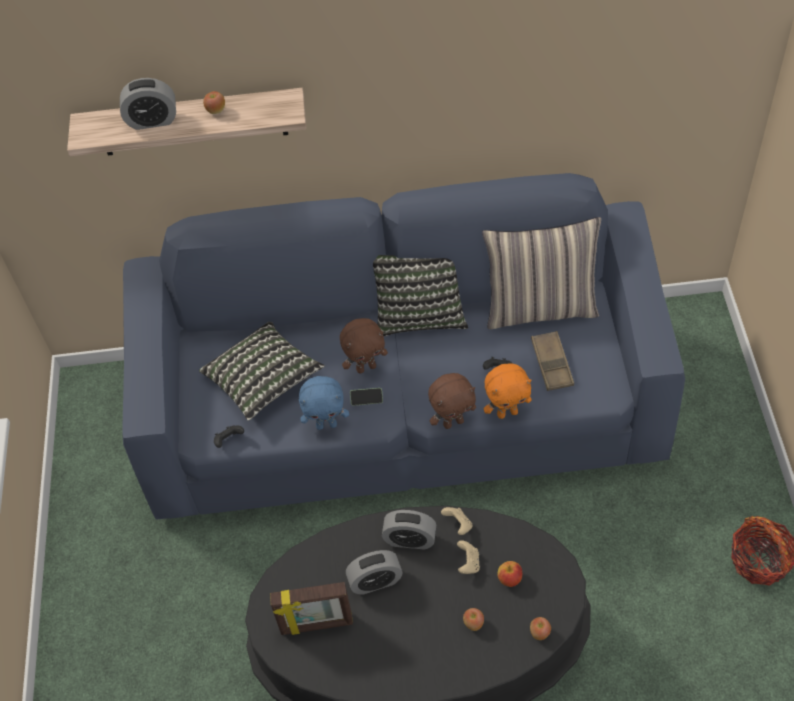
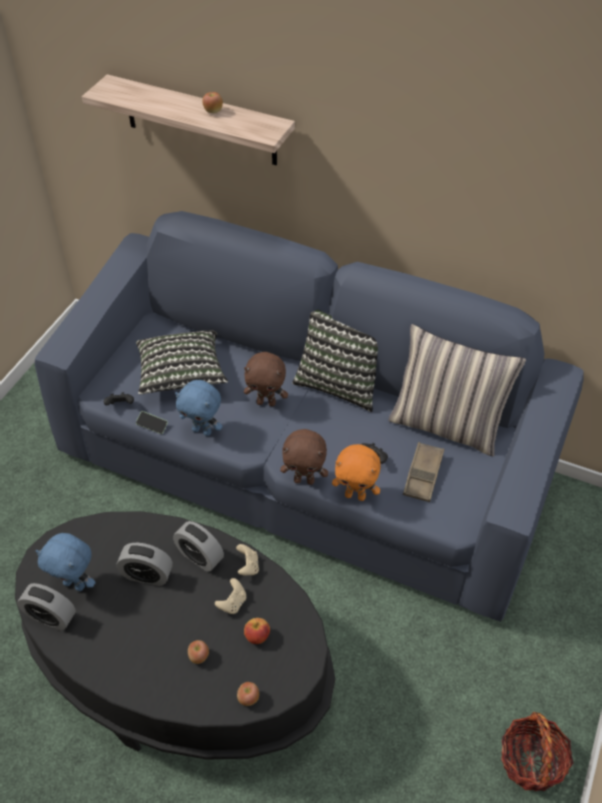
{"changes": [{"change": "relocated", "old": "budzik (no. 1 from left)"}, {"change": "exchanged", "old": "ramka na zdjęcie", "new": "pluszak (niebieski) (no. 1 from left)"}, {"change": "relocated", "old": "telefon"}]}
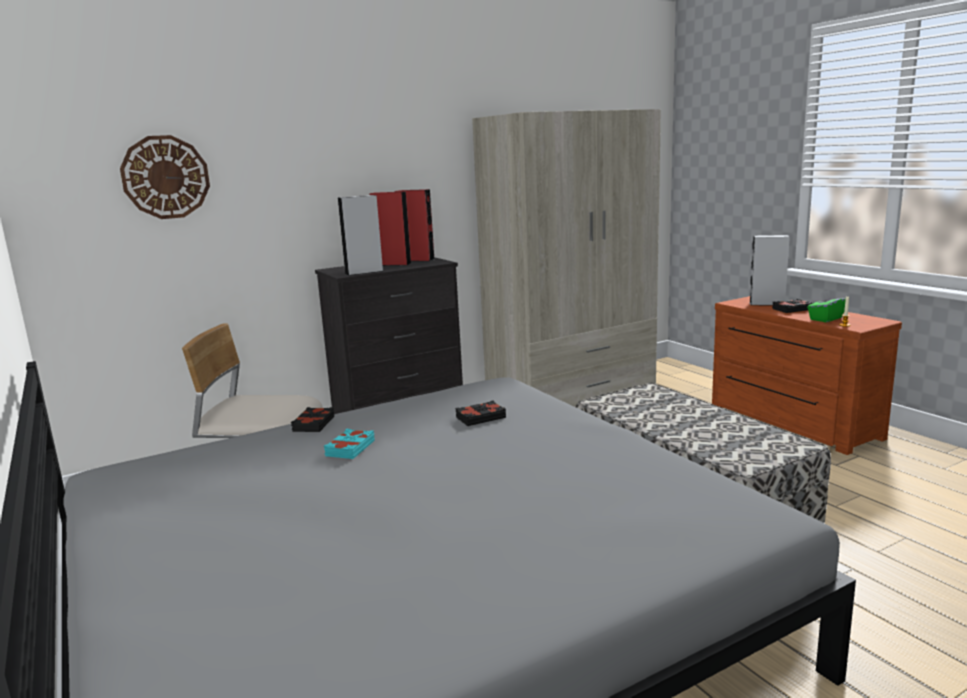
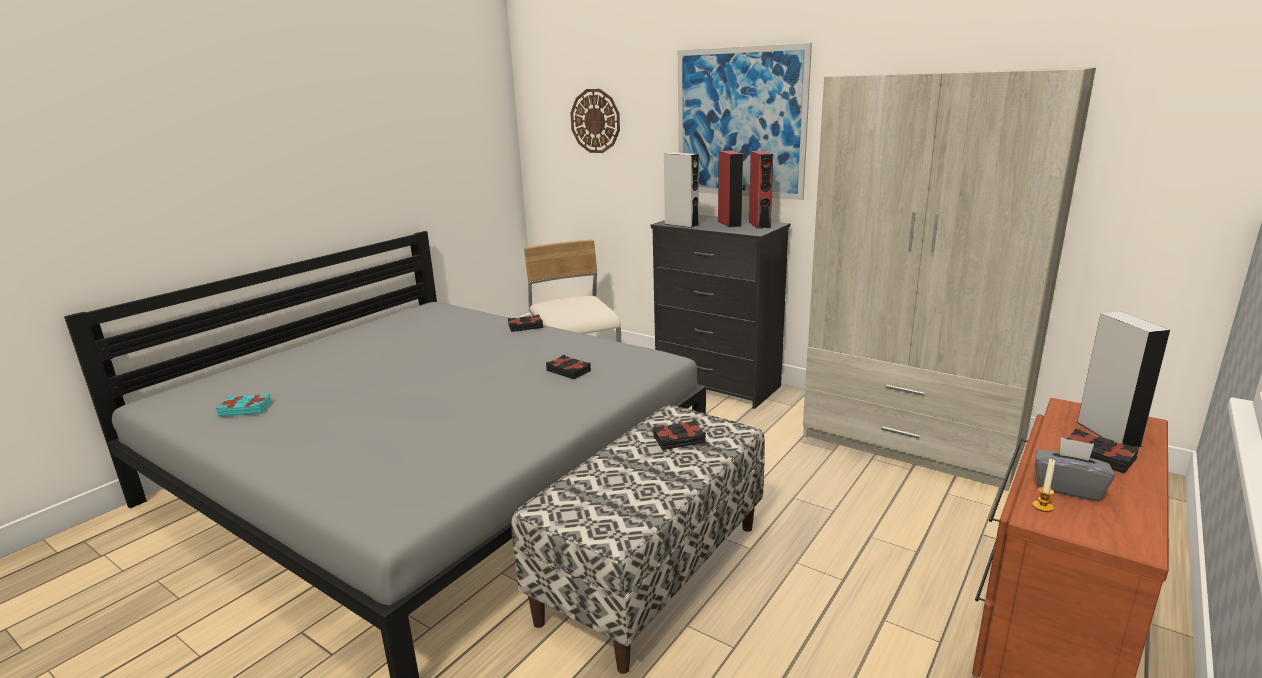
{"changes": [{"change": "relocated", "old": "książka (turkusowy)"}, {"change": "appeared", "new": "książka (czarny) (no. 3 from left)"}, {"change": "appeared", "new": "obraz"}, {"change": "colour", "old": "pudełko chusteczek (zielony)", "new": "pudełko chusteczek (szary)"}]}
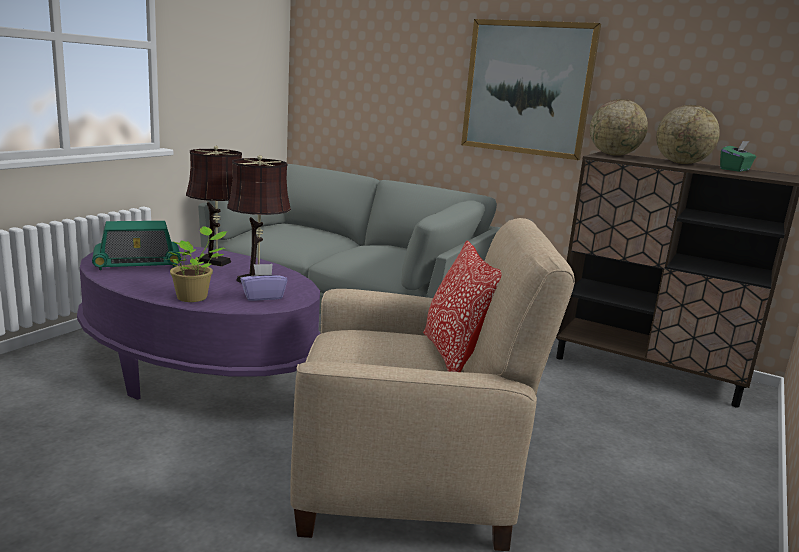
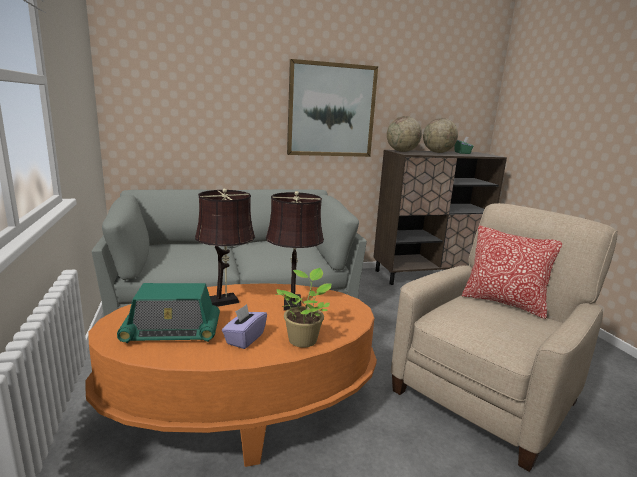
{"changes": [{"change": "colour", "old": "ława (fioletowy)", "new": "ława (pomarańczowy)"}, {"change": "spun", "old": "radio", "degrees": 60}, {"change": "relocated", "old": "pudełko chusteczek (fioletowy)"}]}
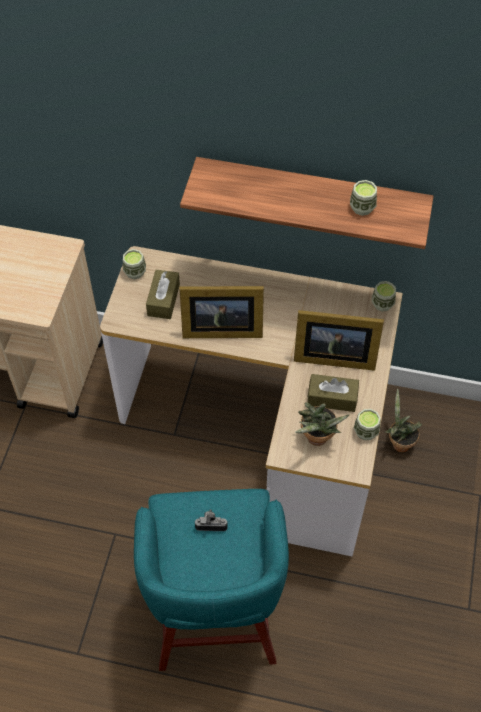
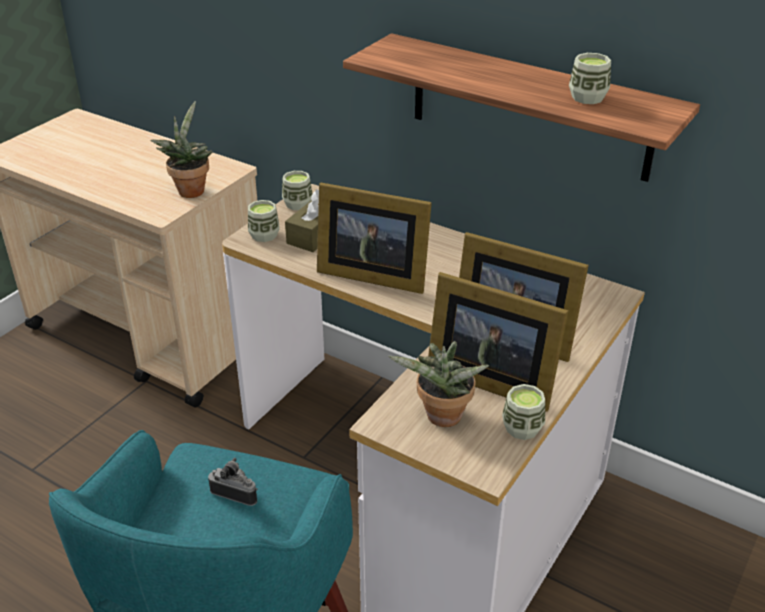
{"changes": [{"change": "relocated", "old": "roślina doniczkowa (no. 2 from left in the first image)", "new": "roślina doniczkowa (no. 1 from left)"}, {"change": "relocated", "old": "filiżanka (no. 4 from left in the first image)", "new": "filiżanka (no. 1 from left)"}, {"change": "exchanged", "old": "pudełko chusteczek (brązowy) (no. 2 from left)", "new": "ramka na zdjęcie (no. 2 from left)"}]}
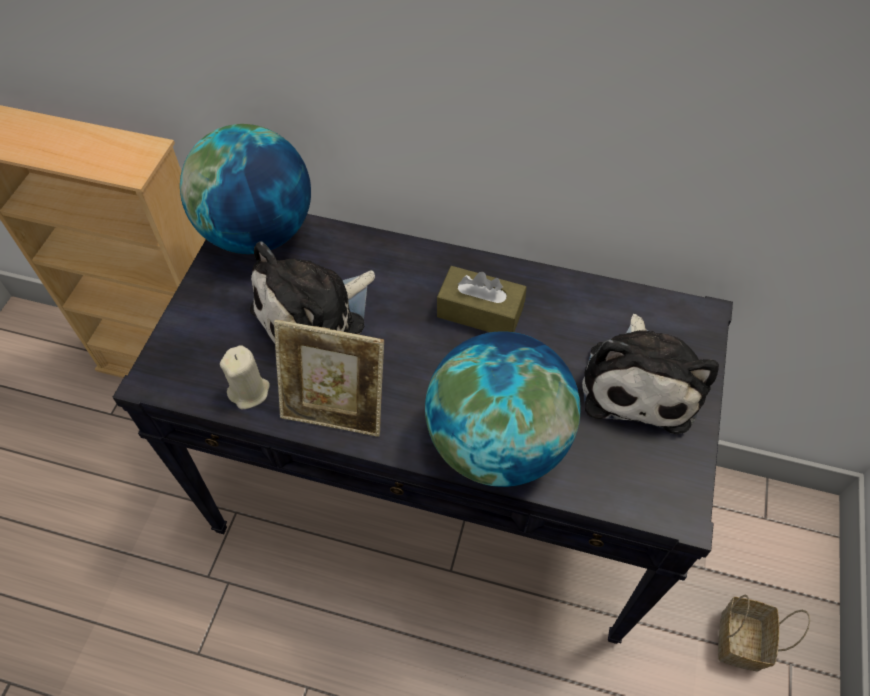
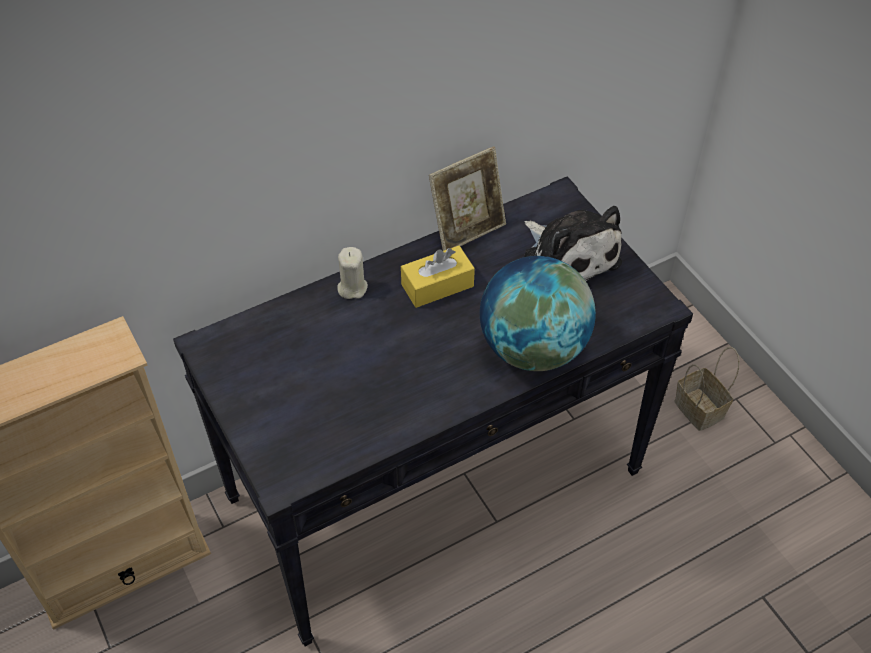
{"changes": [{"change": "relocated", "old": "świeca (beżowy)"}, {"change": "colour", "old": "pudełko chusteczek (brązowy)", "new": "pudełko chusteczek (żółty)"}, {"change": "relocated", "old": "ramka na zdjęcie"}, {"change": "missing", "old": "globus (no. 1 from left)"}, {"change": "missing", "old": "pluszak (no. 1 from left)"}]}
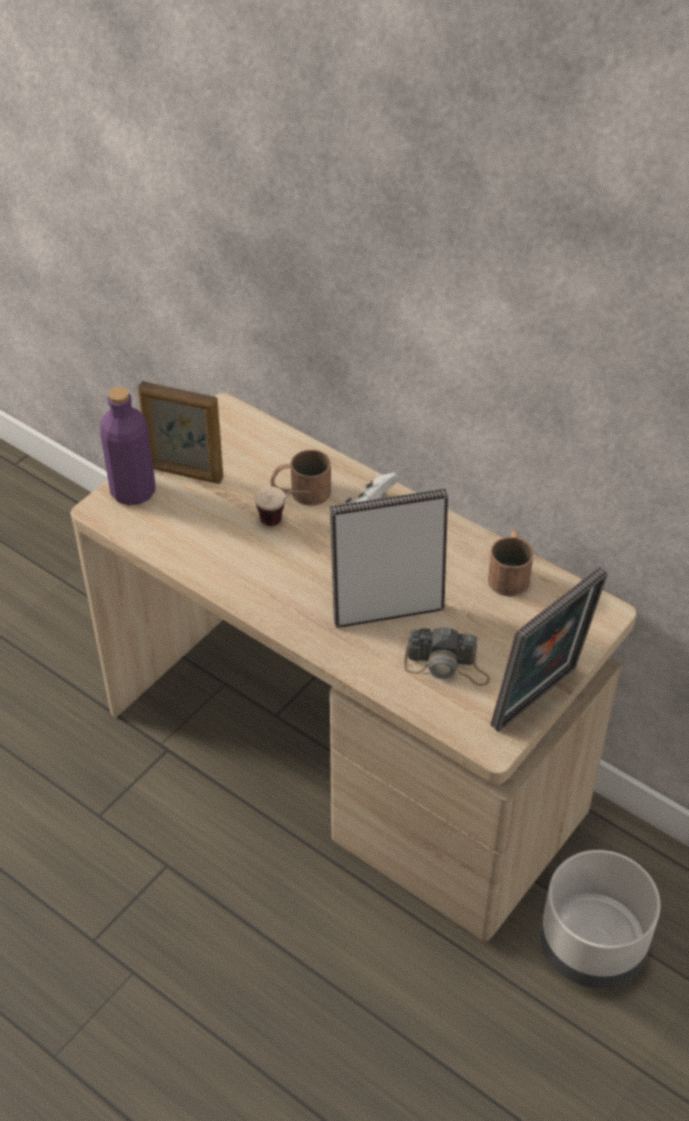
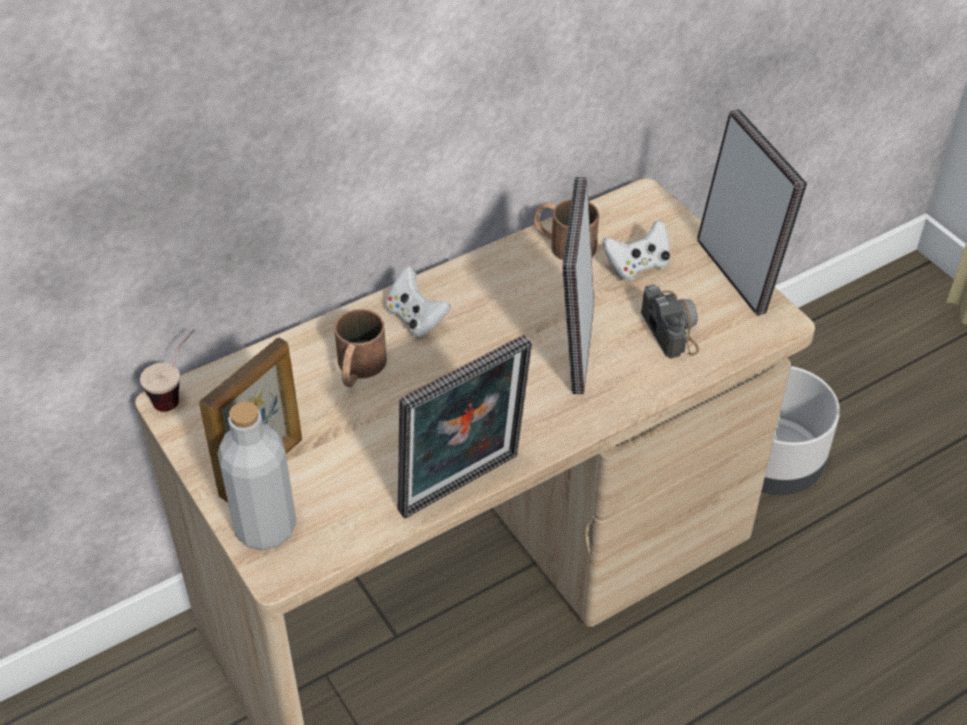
{"changes": [{"change": "relocated", "old": "filiżanka"}, {"change": "colour", "old": "butelka (fioletowy)", "new": "butelka (szary)"}, {"change": "appeared", "new": "ramka na zdjęcie (no. 2 from left)"}, {"change": "appeared", "new": "pad do gier (biały) (no. 2 from left)"}, {"change": "spun", "old": "aparat fotograficzny", "degrees": -45}]}
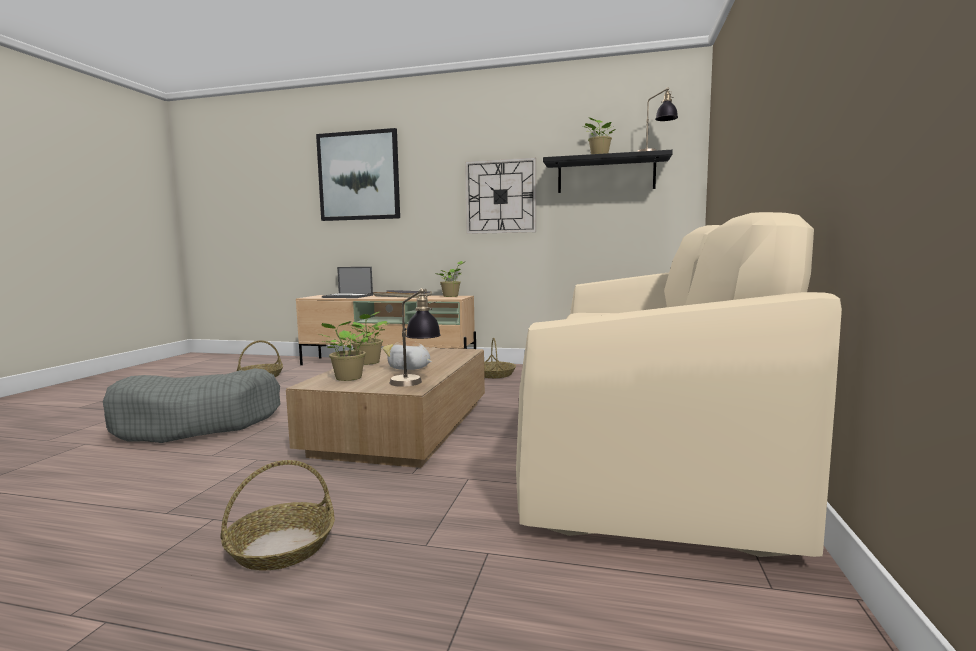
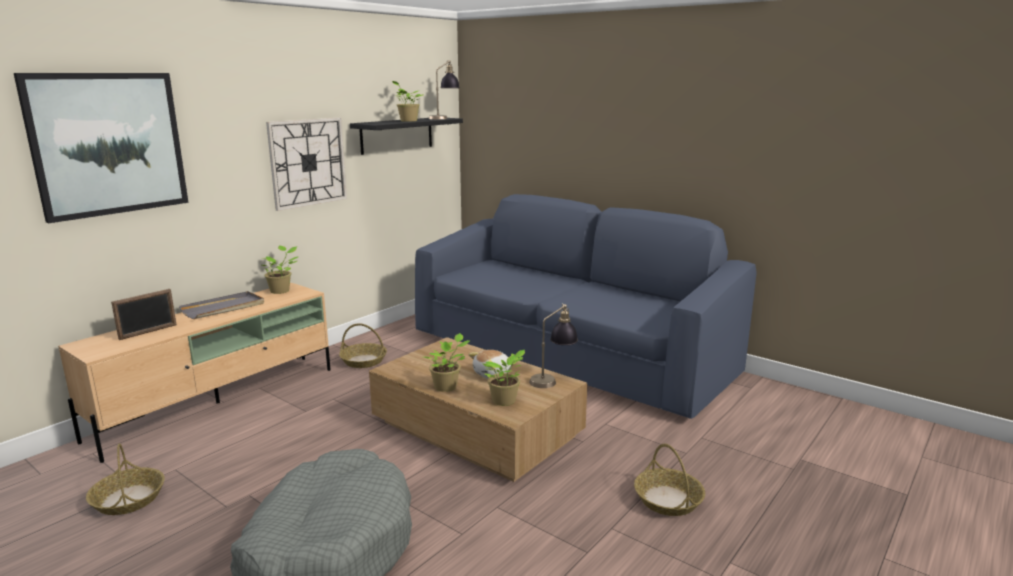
{"changes": [{"change": "exchanged", "old": "laptop", "new": "ramka na zdjęcie"}, {"change": "colour", "old": "kanapa (beżowy)", "new": "kanapa (niebieski)"}]}
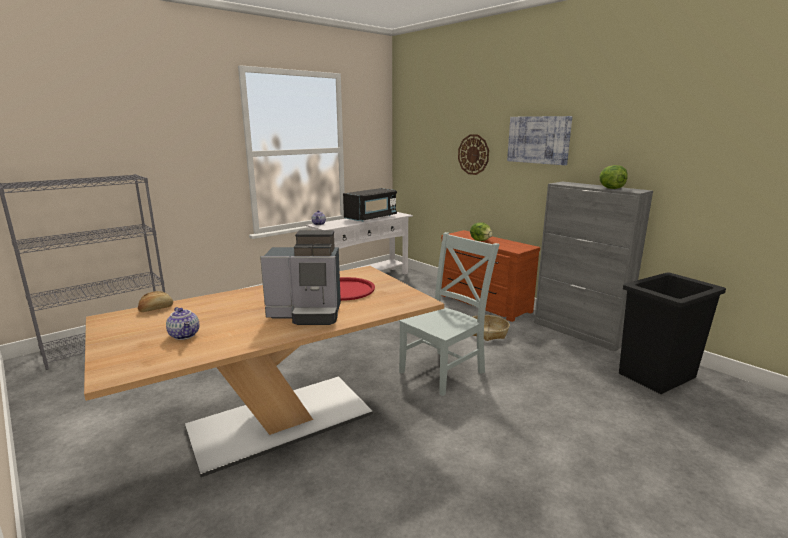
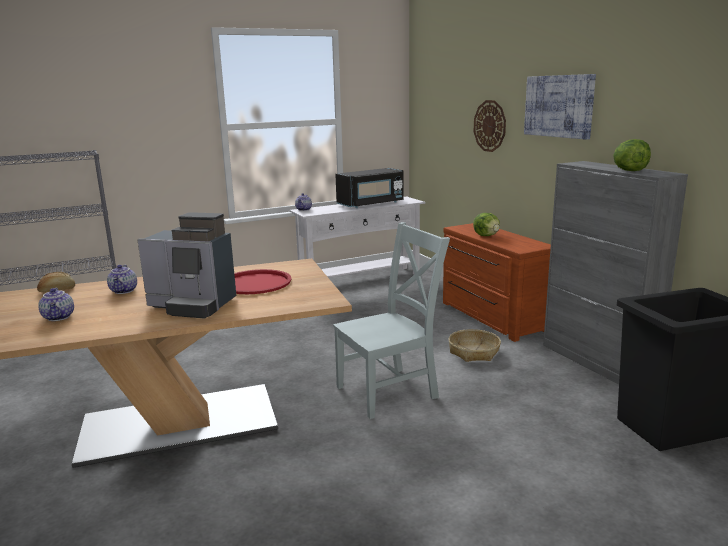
{"changes": [{"change": "appeared", "new": "imbryk (no. 2 from left)"}]}
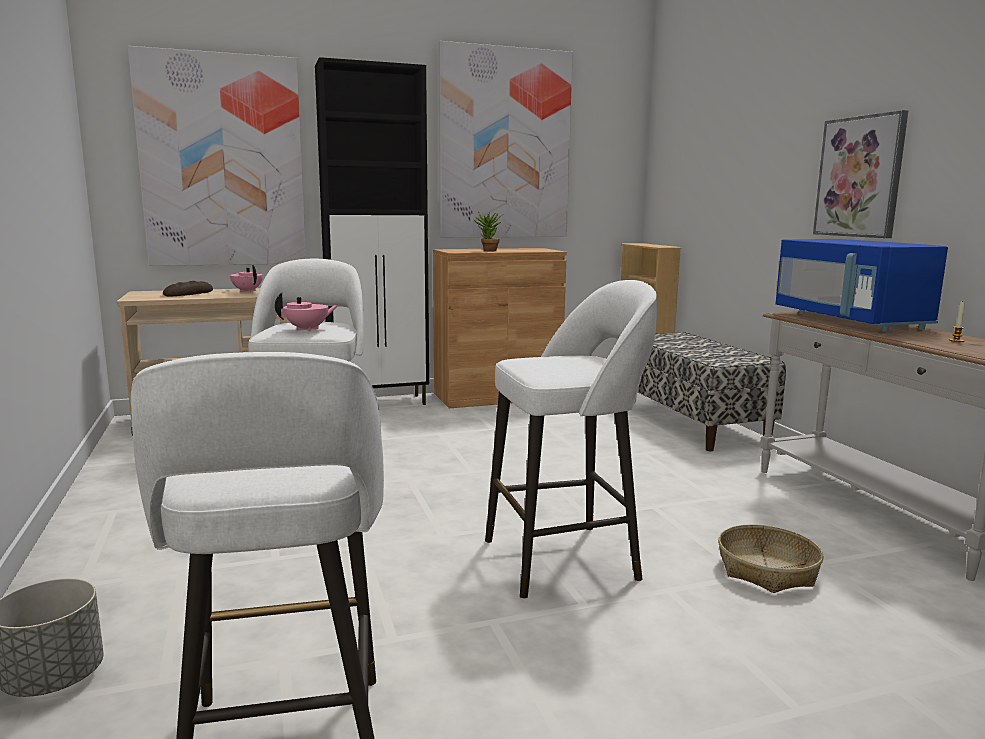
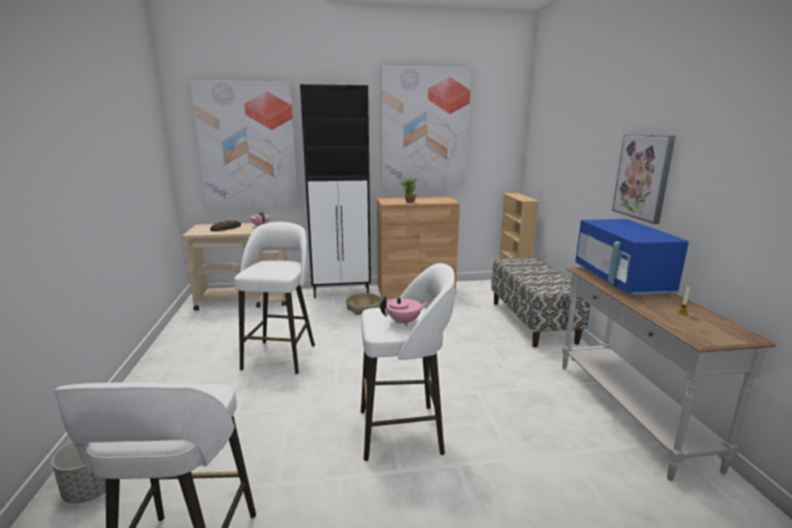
{"changes": [{"change": "relocated", "old": "koszyk"}, {"change": "relocated", "old": "imbryk (różowy) (no. 2 from left)"}]}
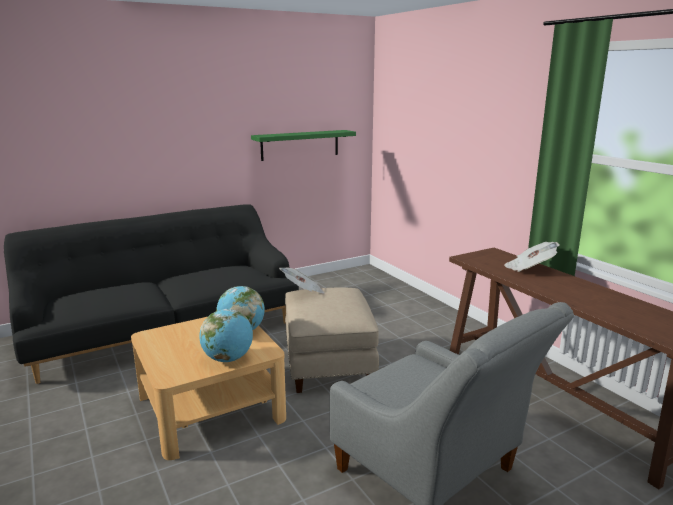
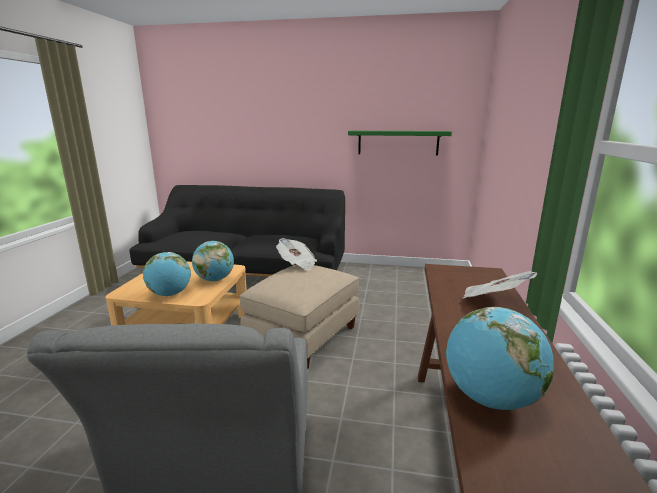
{"changes": [{"change": "appeared", "new": "globus (no. 3 from left)"}]}
